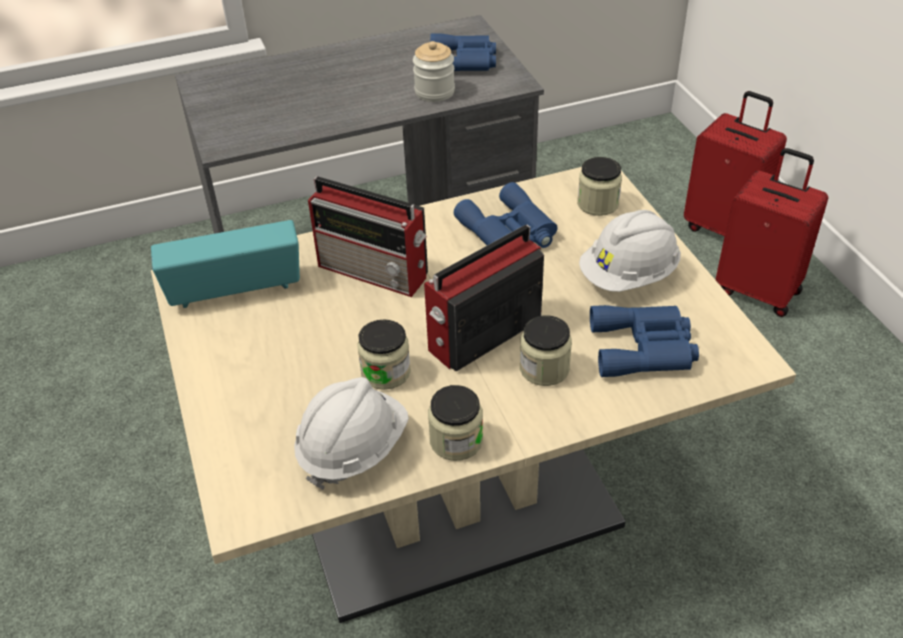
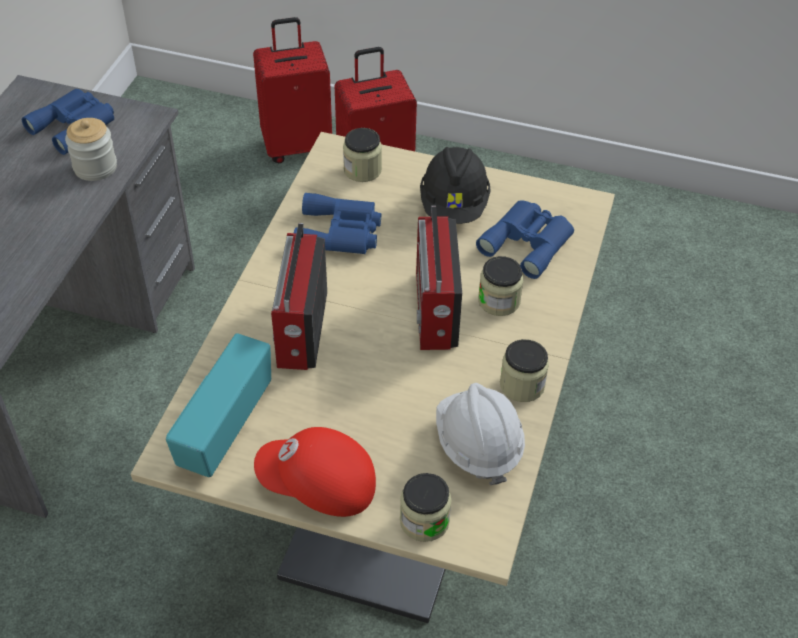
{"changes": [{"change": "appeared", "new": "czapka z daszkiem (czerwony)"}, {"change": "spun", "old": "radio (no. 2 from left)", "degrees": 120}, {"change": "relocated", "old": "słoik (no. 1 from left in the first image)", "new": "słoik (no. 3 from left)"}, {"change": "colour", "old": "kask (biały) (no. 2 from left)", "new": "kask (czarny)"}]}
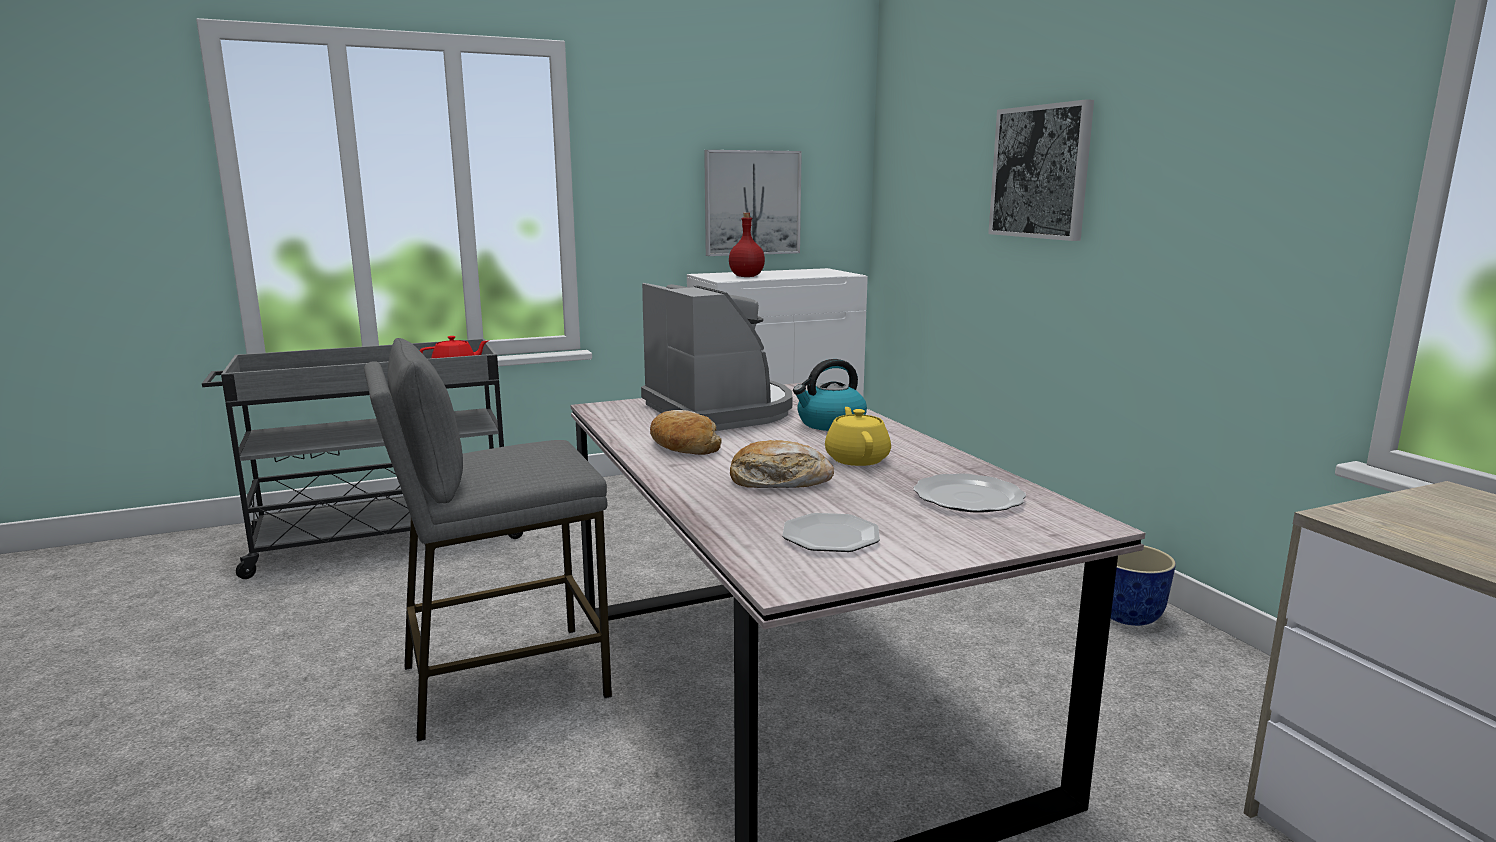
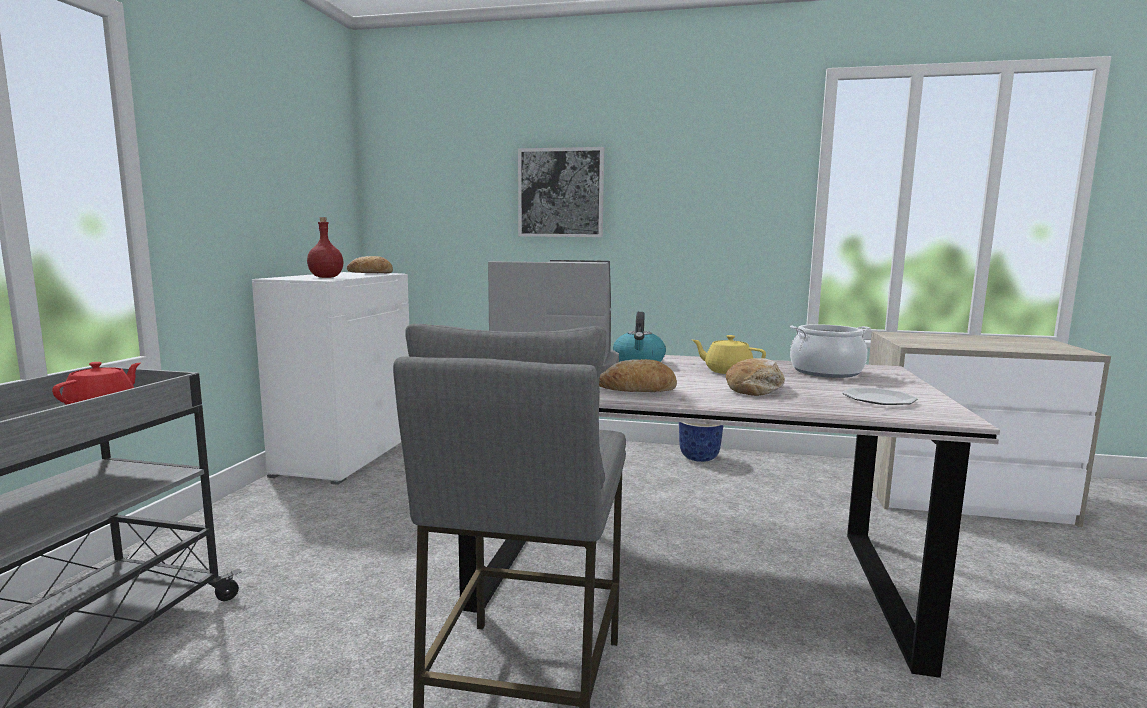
{"changes": [{"change": "appeared", "new": "chleb (no. 1 from left)"}, {"change": "exchanged", "old": "talerz (no. 2 from left)", "new": "garnek"}, {"change": "missing", "old": "obraz (no. 1 from left)"}]}
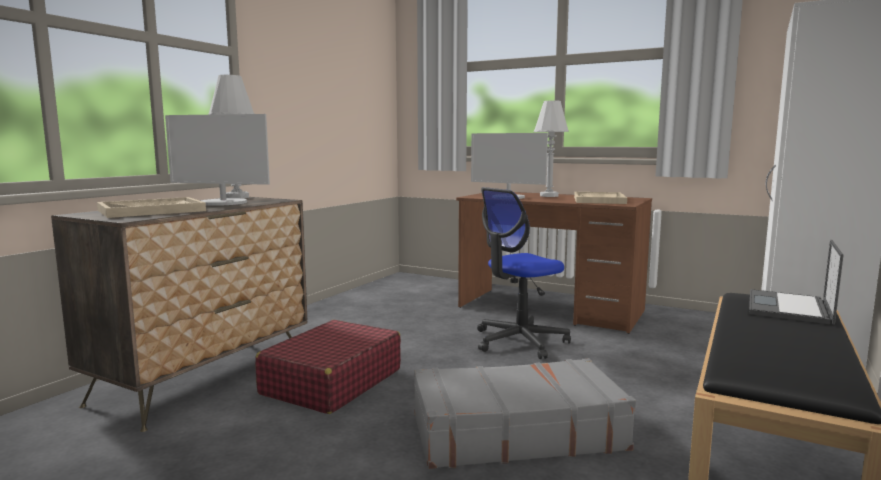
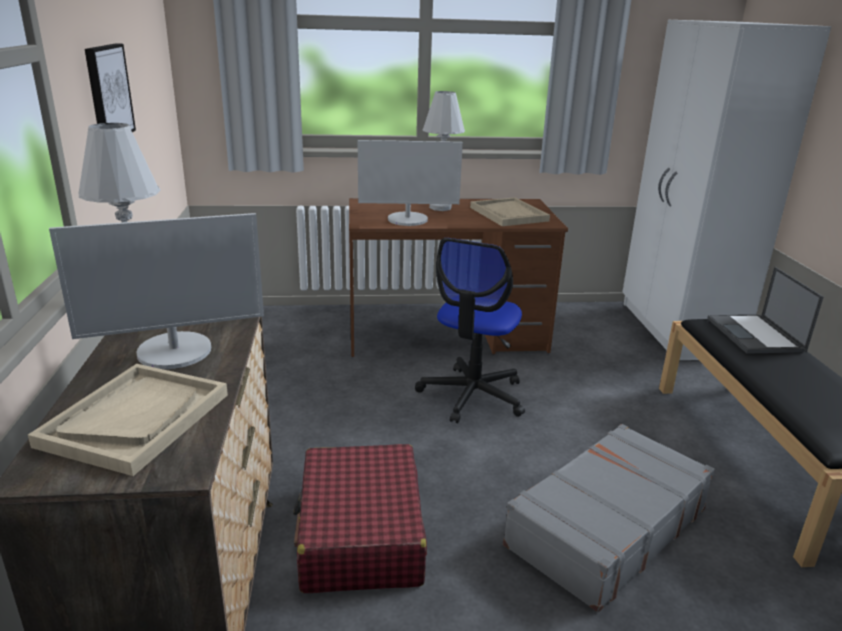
{"changes": [{"change": "appeared", "new": "obraz"}]}
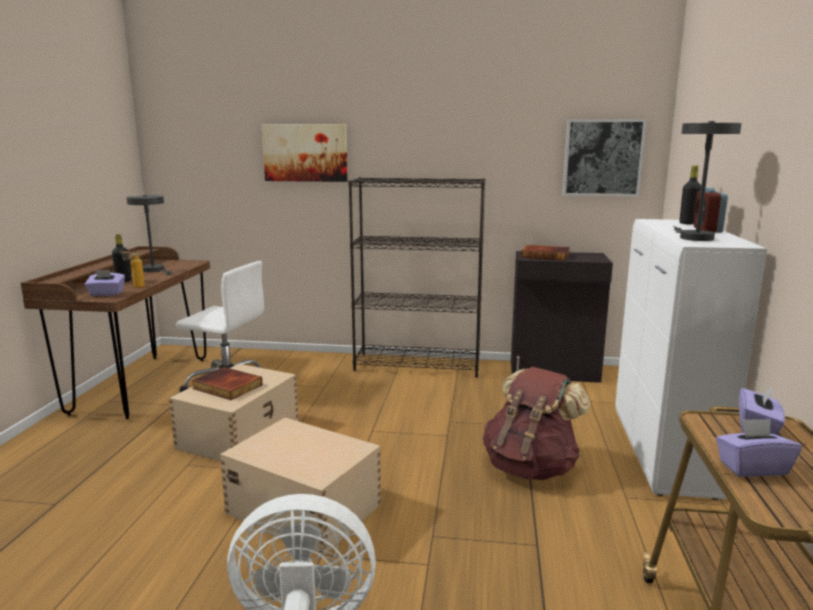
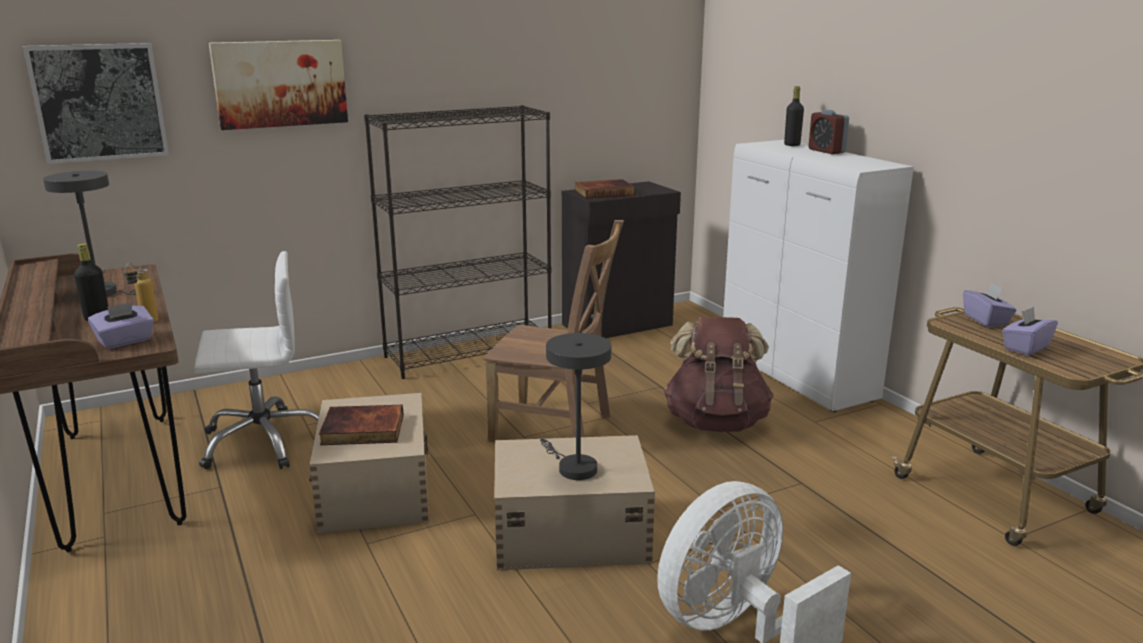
{"changes": [{"change": "relocated", "old": "obraz (no. 2 from left in the first image)", "new": "obraz (no. 1 from left)"}, {"change": "appeared", "new": "krzesło (brązowy)"}, {"change": "relocated", "old": "lampa stołowa (szary) (no. 2 from left)"}]}
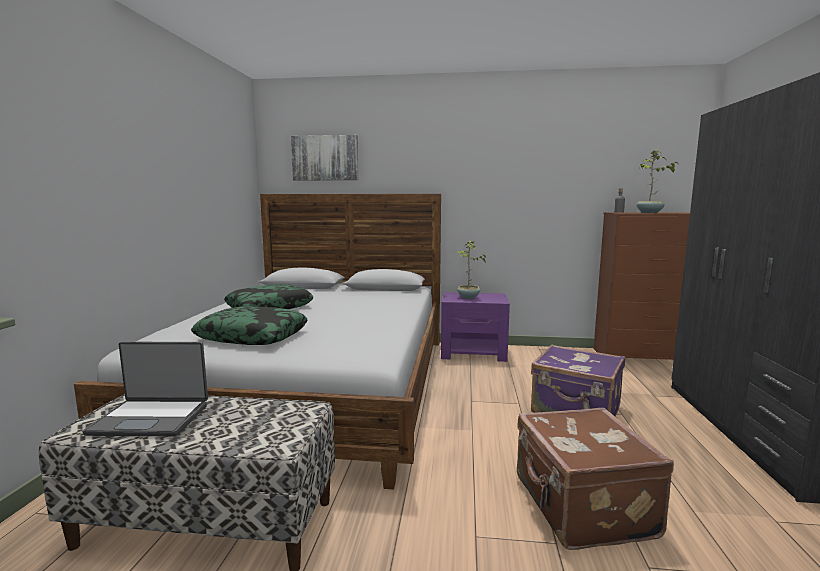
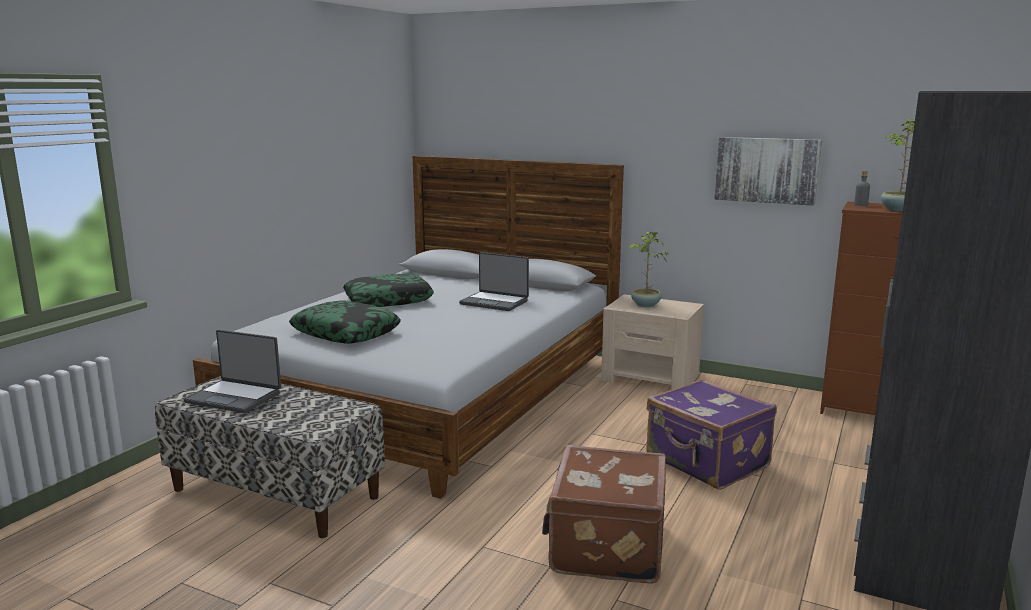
{"changes": [{"change": "appeared", "new": "laptop (no. 2 from left)"}, {"change": "colour", "old": "szafka nocna (fioletowy)", "new": "szafka nocna (beżowy)"}, {"change": "relocated", "old": "obraz"}]}
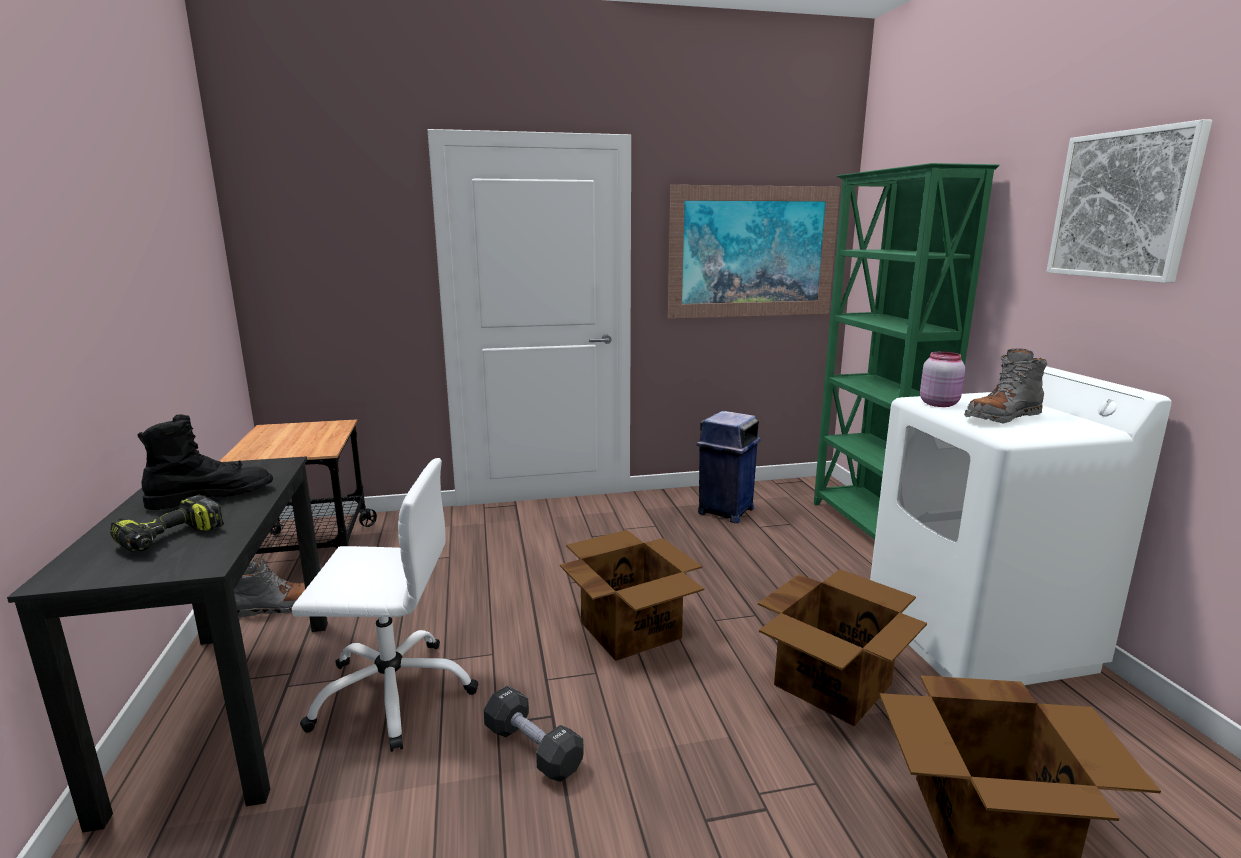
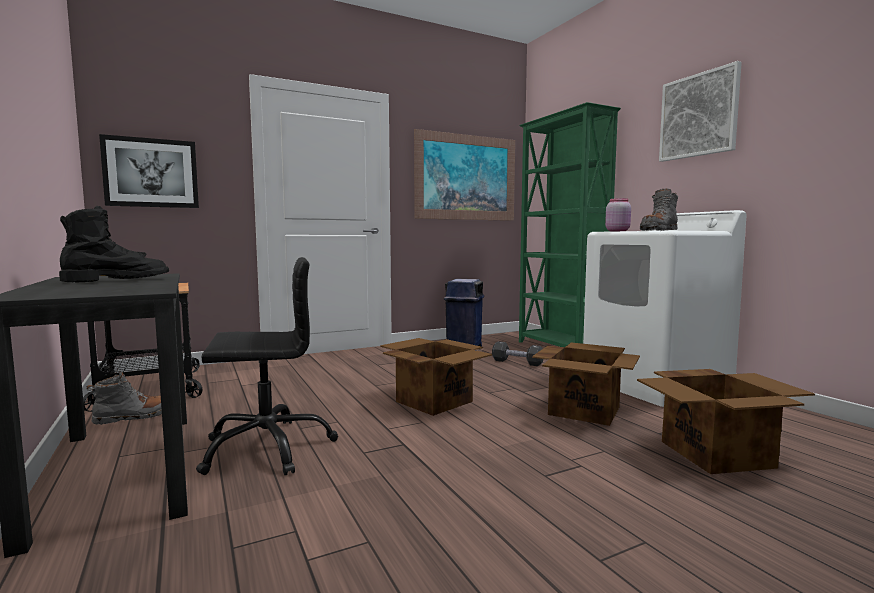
{"changes": [{"change": "appeared", "new": "obraz (no. 1 from left)"}, {"change": "colour", "old": "krzesło biurowe (biały)", "new": "krzesło biurowe (czarny)"}, {"change": "relocated", "old": "hantel (czarny)"}, {"change": "missing", "old": "wiertarka"}]}
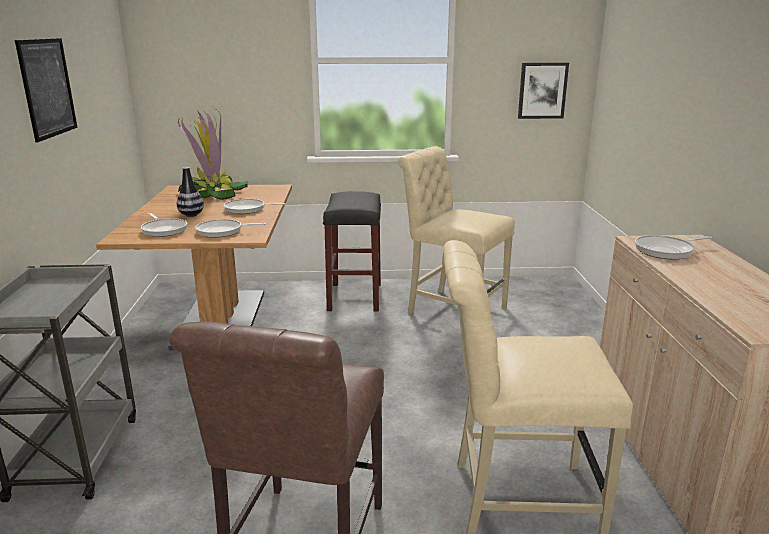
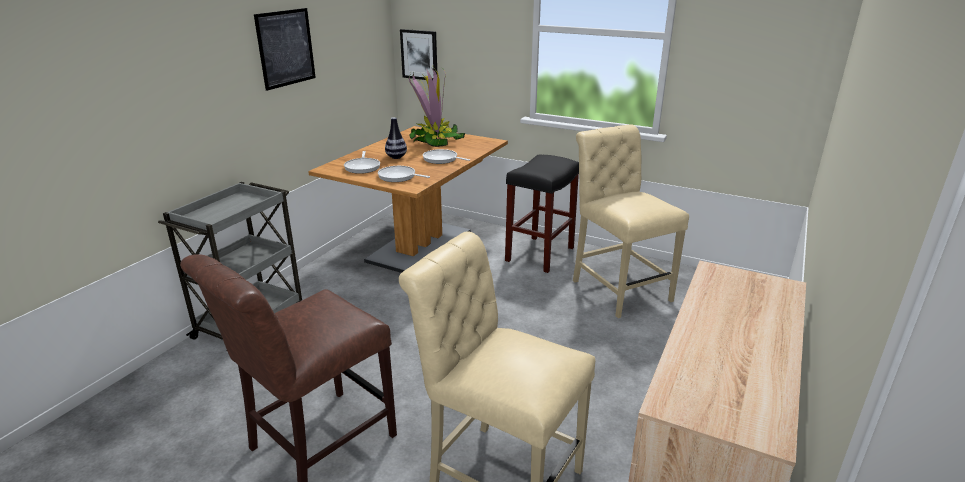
{"changes": [{"change": "relocated", "old": "obraz (no. 2 from left)"}, {"change": "missing", "old": "patelnia (no. 4 from left)"}]}
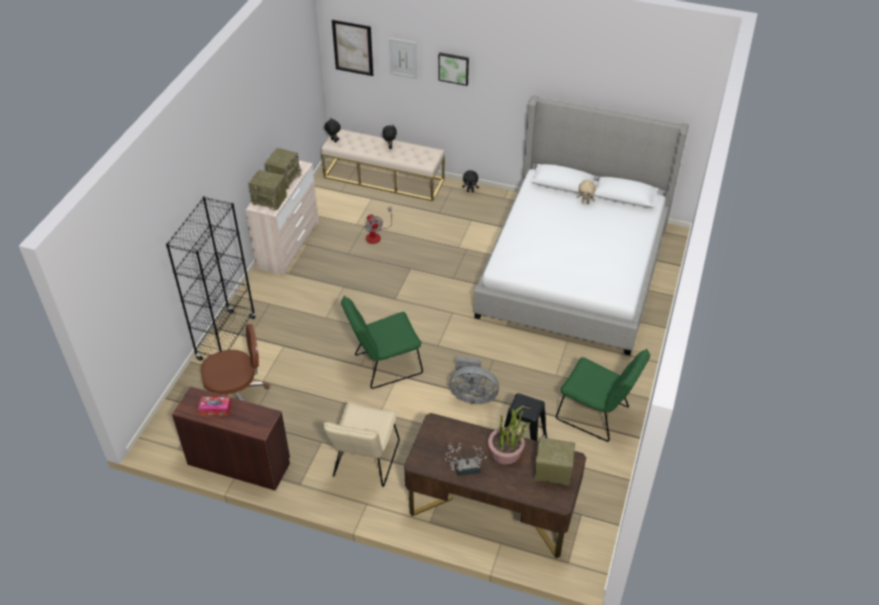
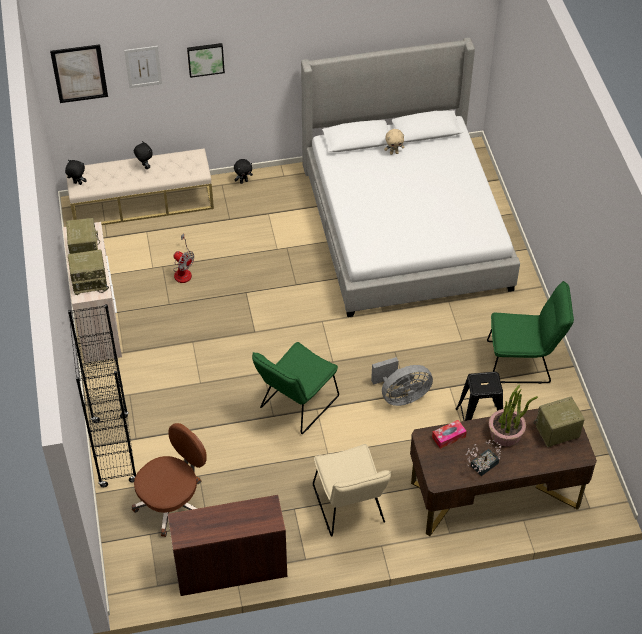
{"changes": [{"change": "relocated", "old": "pudełko chusteczek"}]}
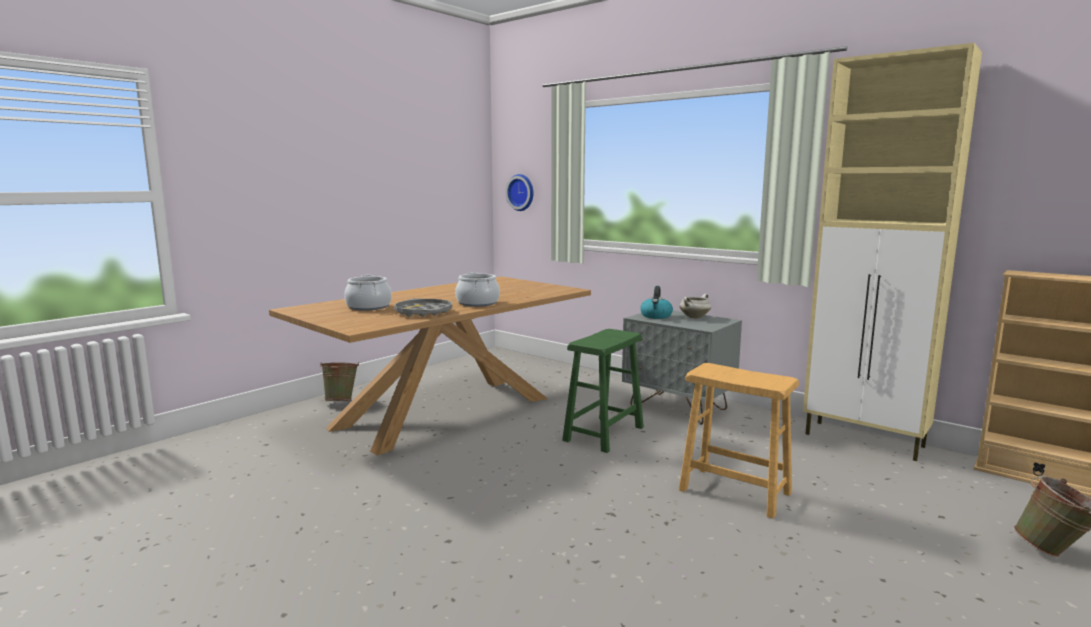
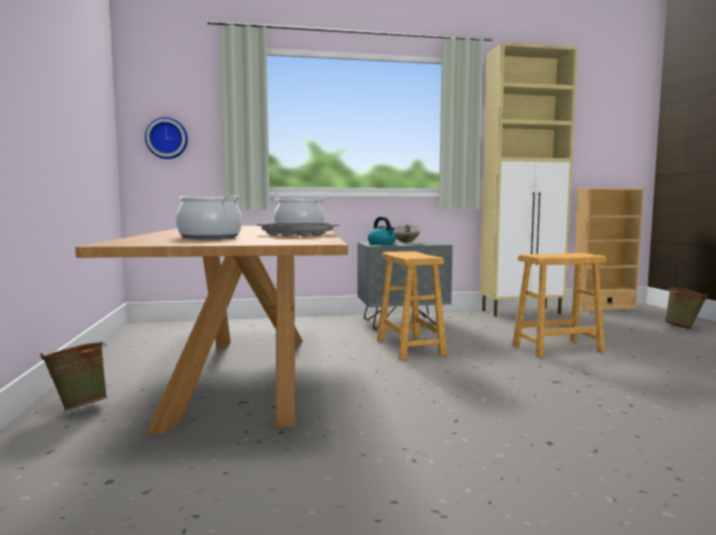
{"changes": [{"change": "colour", "old": "stołek (zielony)", "new": "stołek (brązowy) (no. 1 from left)"}]}
